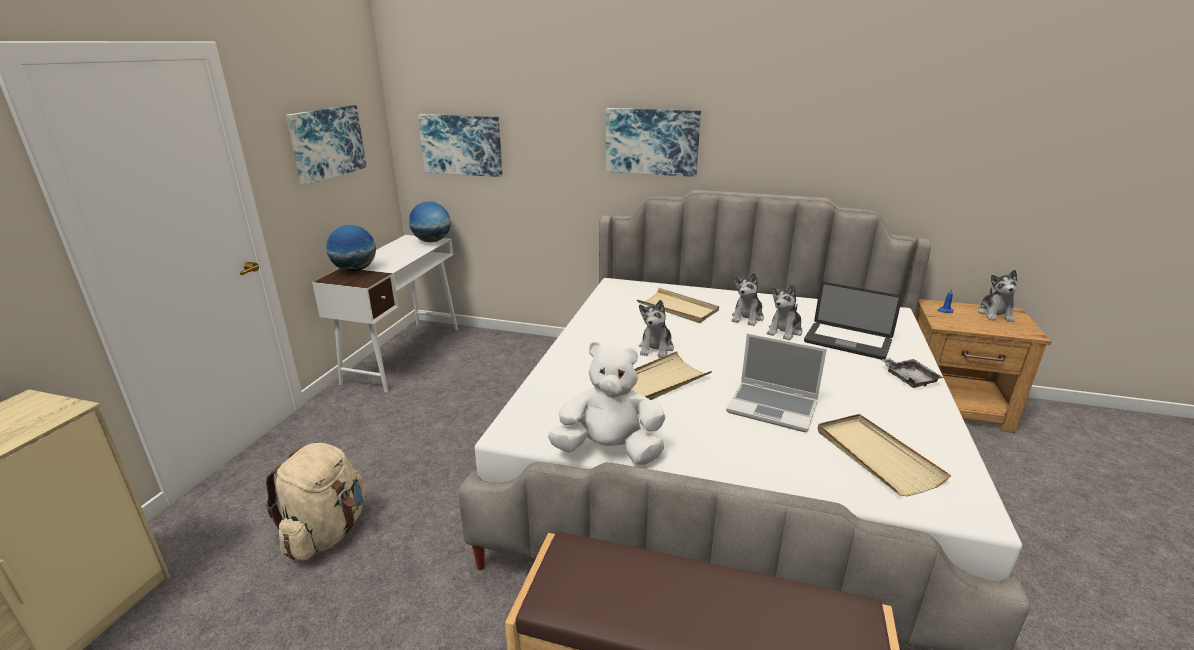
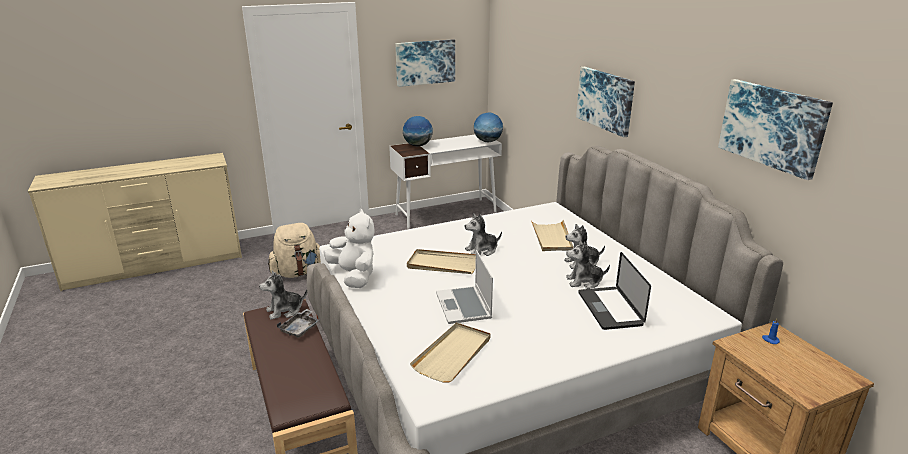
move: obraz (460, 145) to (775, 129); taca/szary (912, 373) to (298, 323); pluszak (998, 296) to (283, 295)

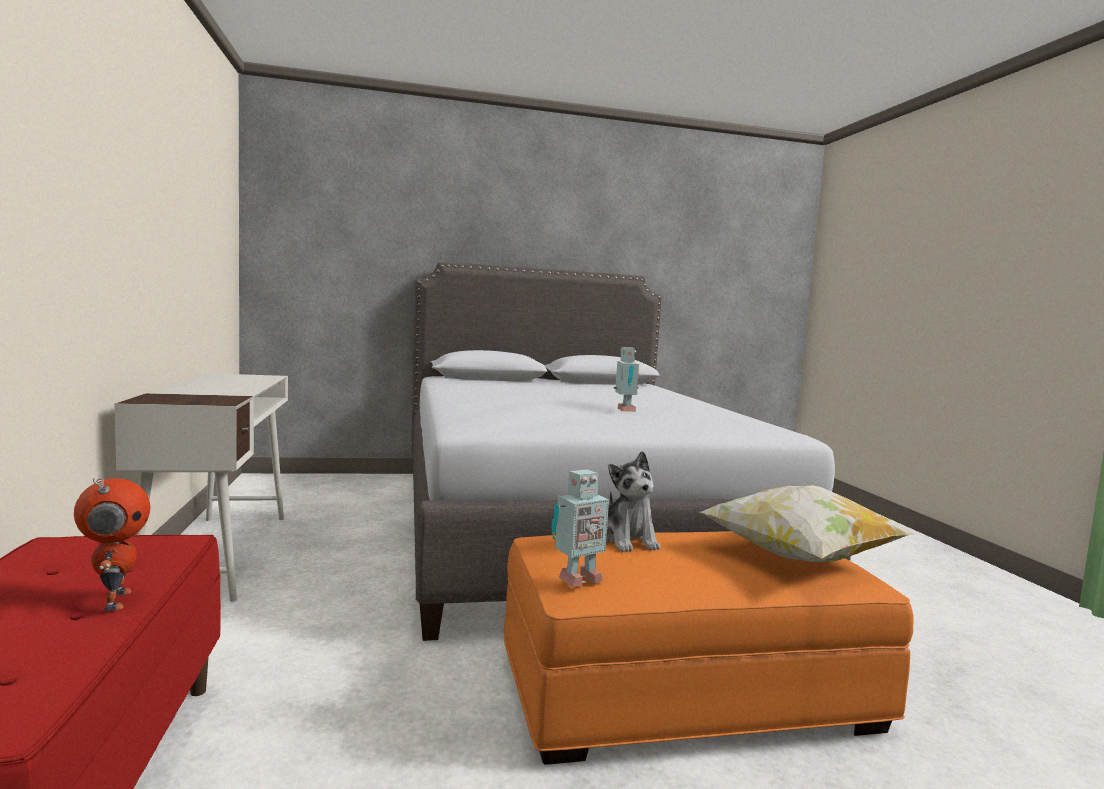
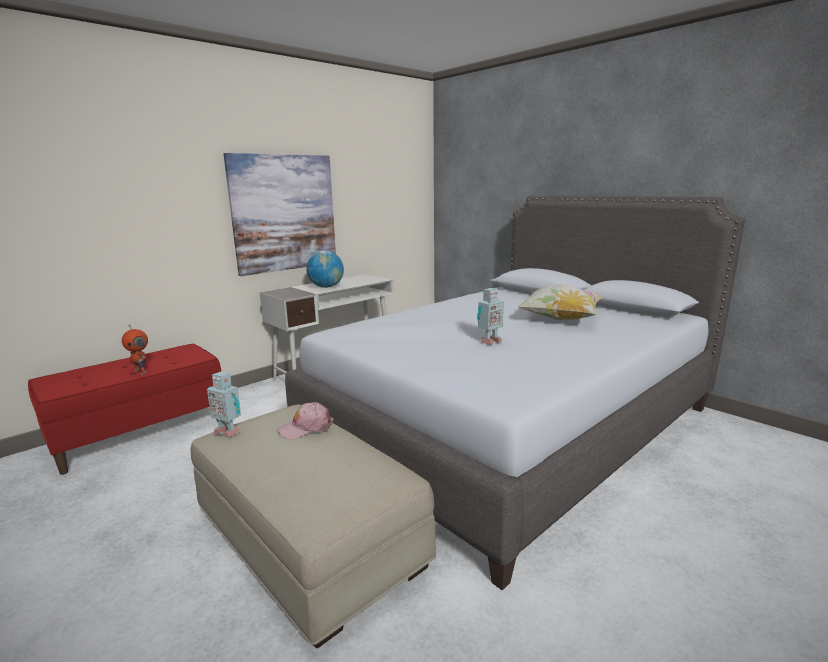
insert: obraz (279, 214); globus (325, 269)
move: poduszka (806, 523) to (560, 302)
replace: pluszak (633, 501) to czapka z daszkiem/różowy (305, 420)
recolor: pufa/pomarańczowy (709, 648) to pufa/beżowy (313, 526)
rotate: robot zabawkowy (112, 544) = (135, 350) 90 degrees clockwise

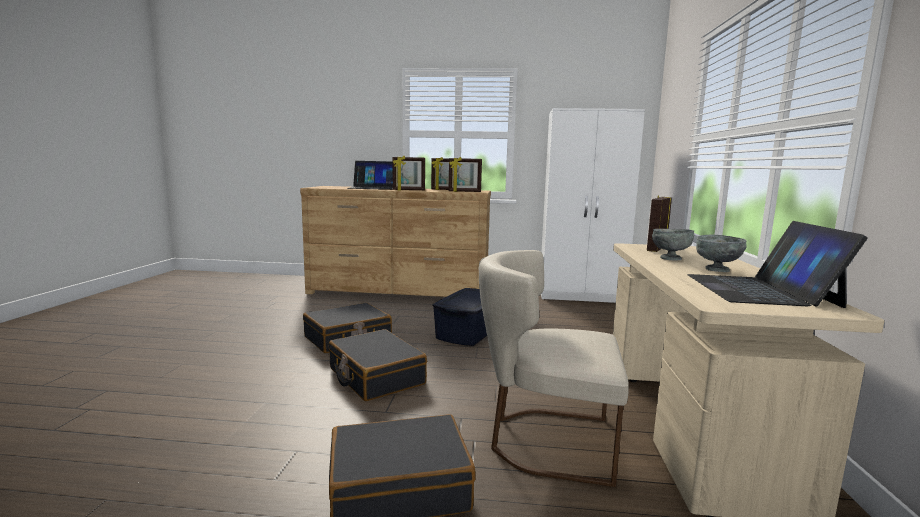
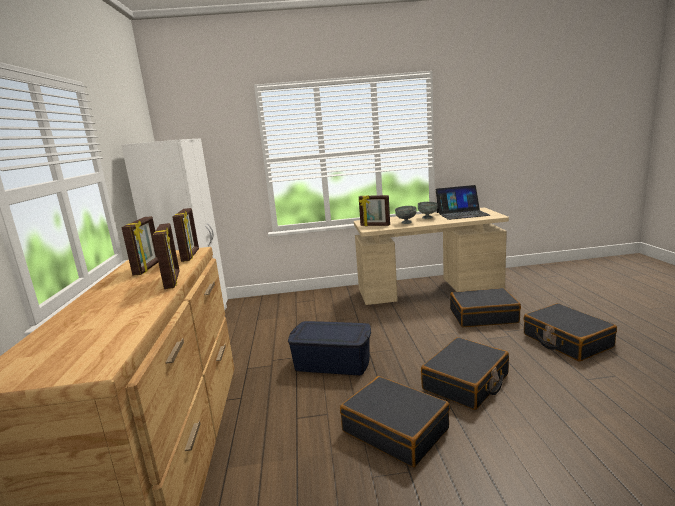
delete: laptop (370, 175)
replace: krzesło/beżowy (554, 368) to walizka/czarny (485, 307)

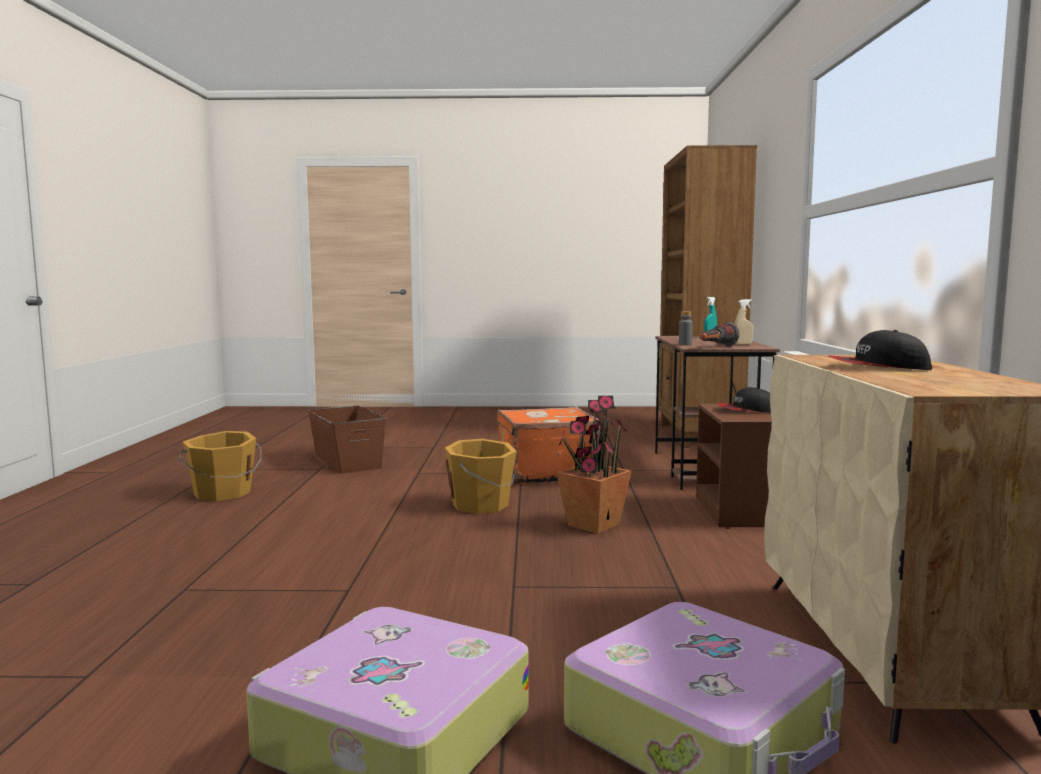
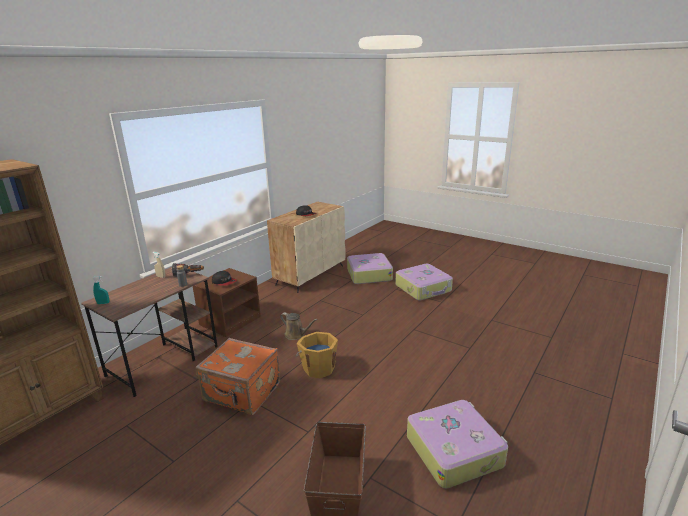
replace: wiadro/pomarańczowy (220, 466) to walizka (457, 444); roślina doniczkowa (594, 465) to konewka/brązowy (299, 326)

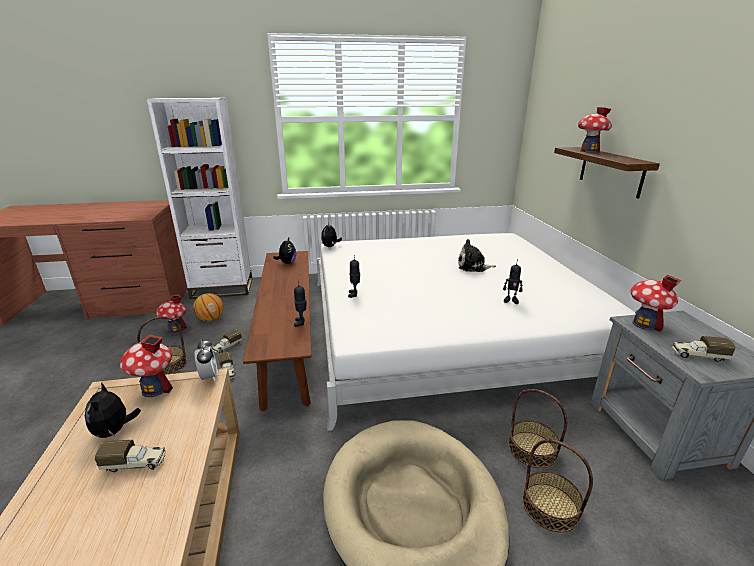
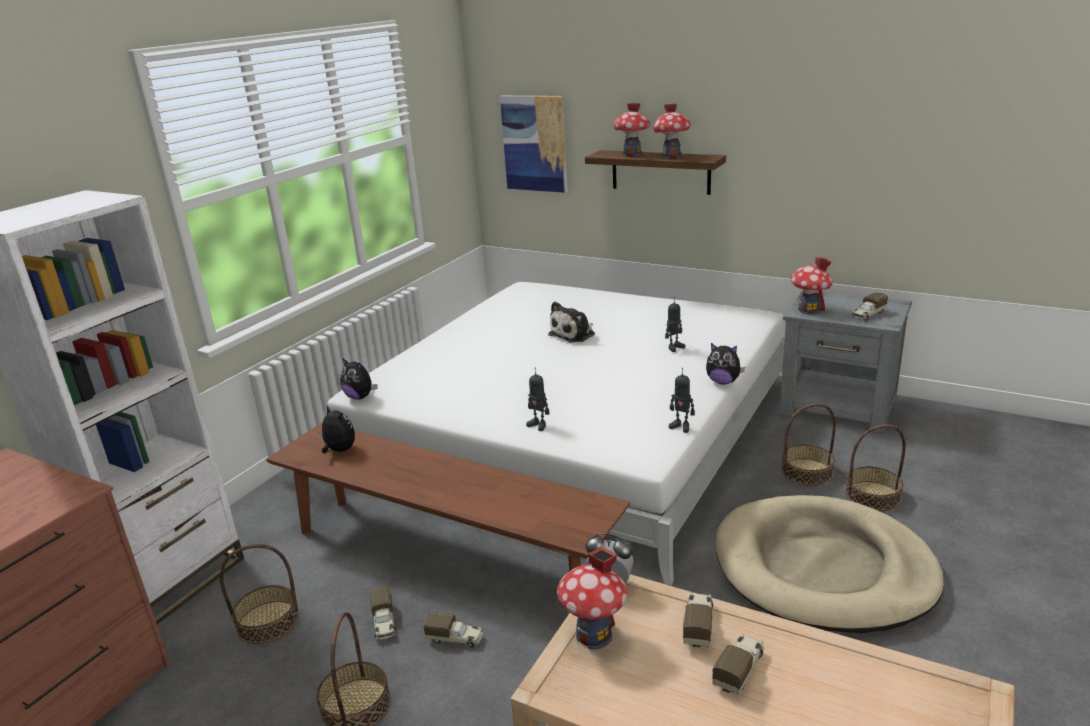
insert: obraz (534, 144); ciężarówka zabawkowa (698, 620)
move: pluszak (113, 410) to (725, 363); domek (171, 314) to (672, 131); robot zabawkowy (300, 304) to (682, 400)
replace: piłka do koszykówki (208, 307) to koszyk (259, 594)

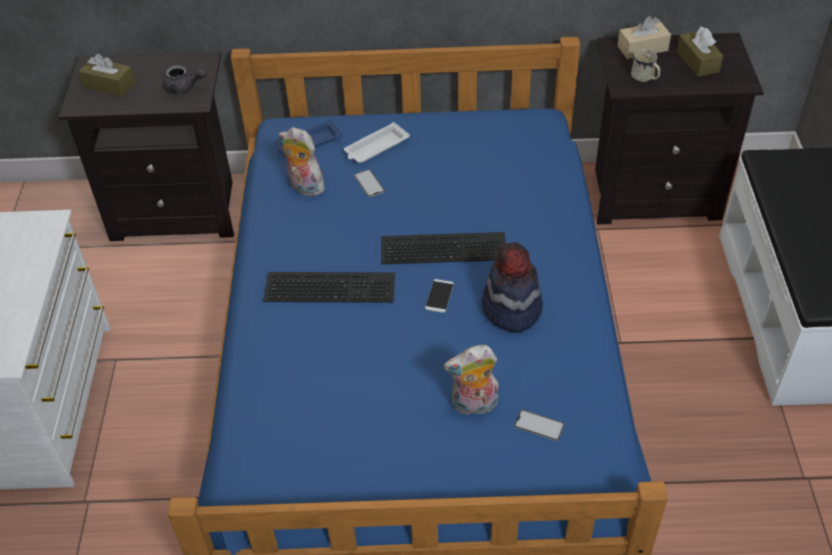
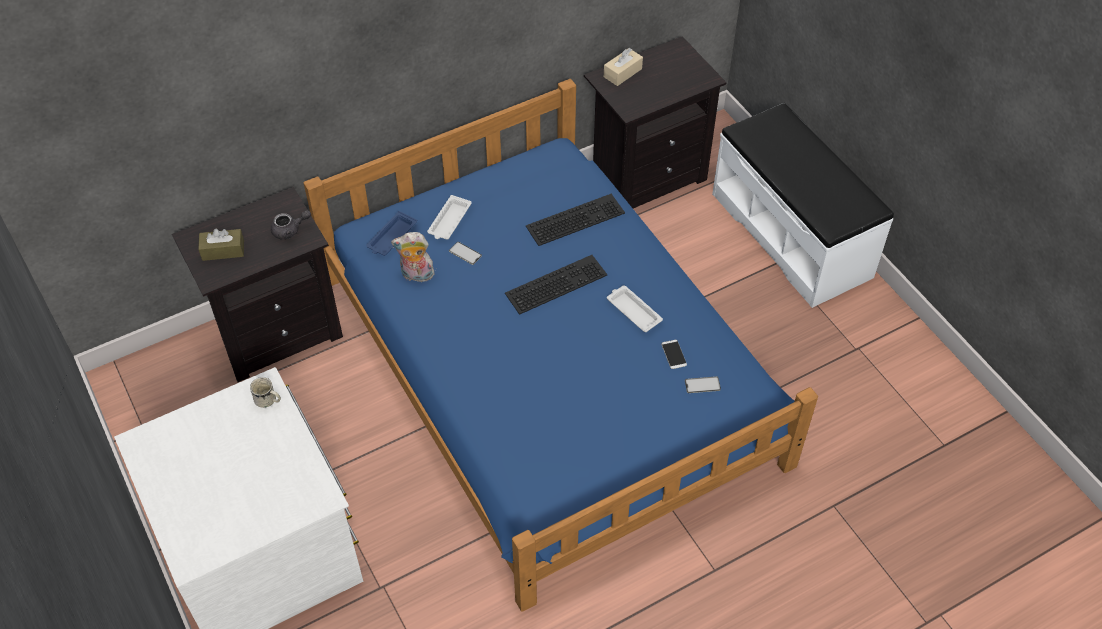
delete: pluszak (471, 380); pudełko chusteczek/brązowy (700, 52)
move: klawiatura (329, 287) to (575, 220); telefon (439, 296) to (674, 354); kubek/biały (645, 65) to (265, 392)
replace: kapelusz (512, 287) to taca/biały (635, 309)

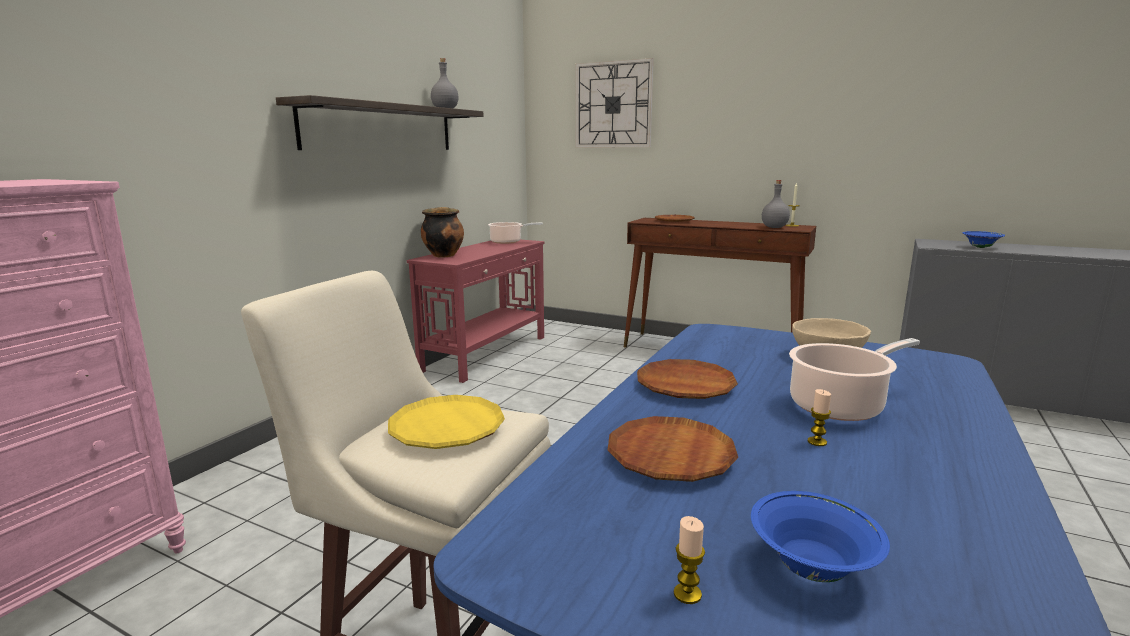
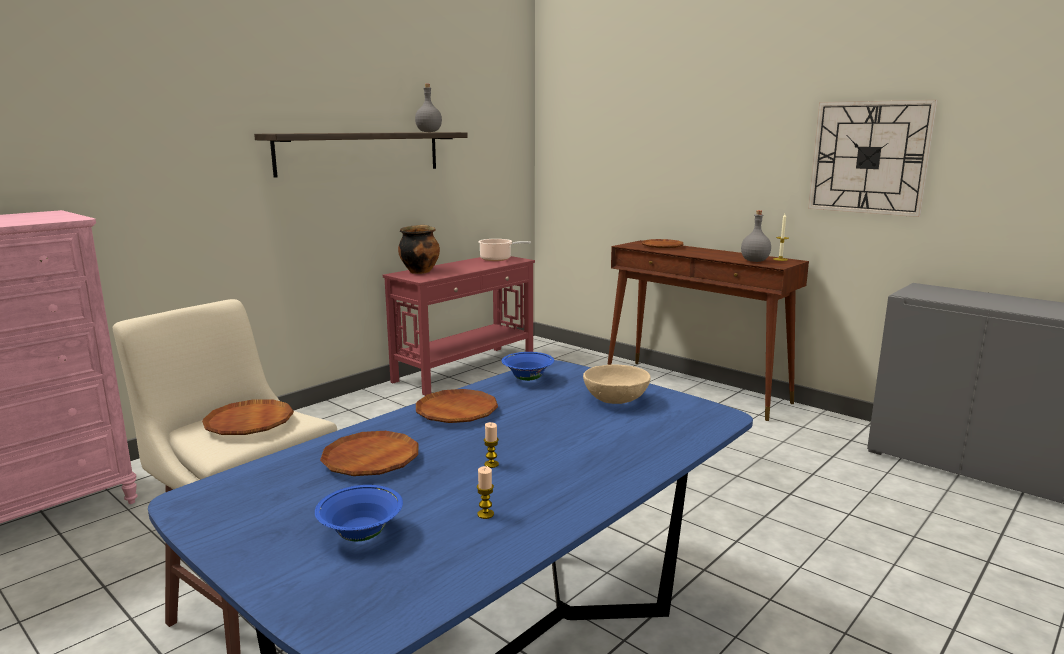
delete: garnek (854, 379)
move: zegar ścienny (615, 103) to (872, 158); świeca (689, 560) to (485, 492); miska/niebieski (983, 239) to (528, 366)
recolor: talerz/żółty (446, 422) to talerz/brązowy (248, 417)

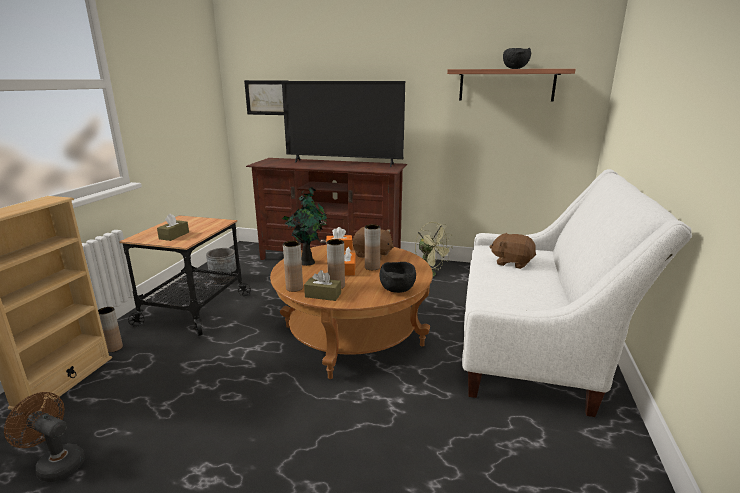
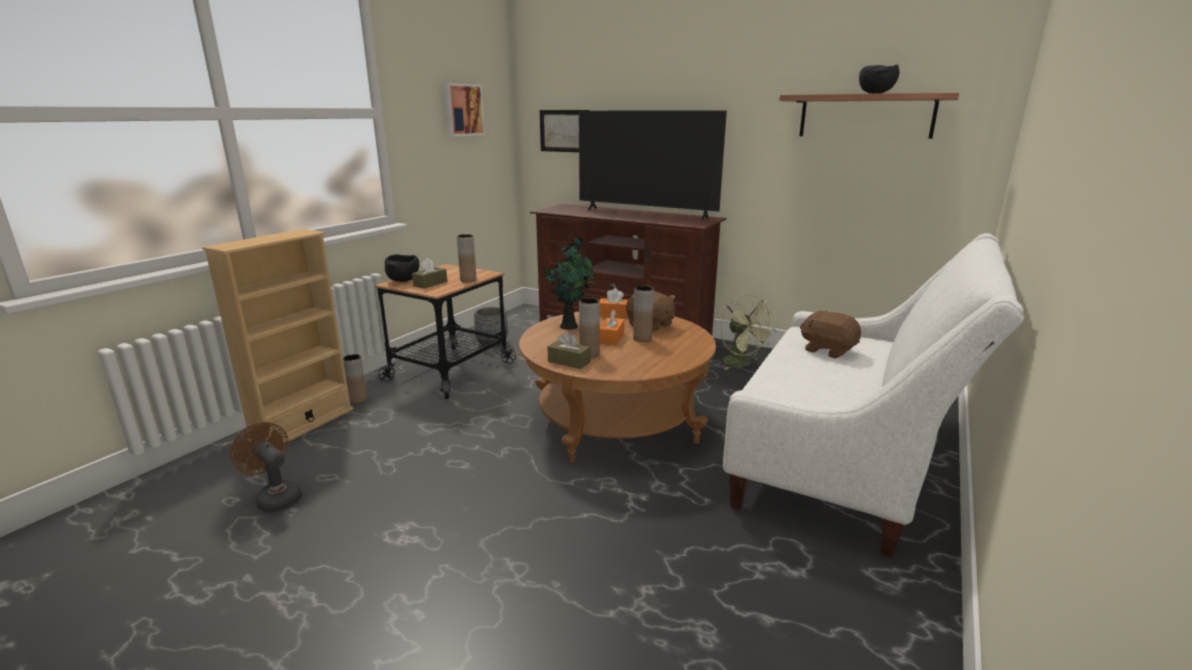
insert: obraz (464, 110)
move: wazon/brązowy (293, 266) to (467, 258); miska/czarny (398, 277) to (402, 268)

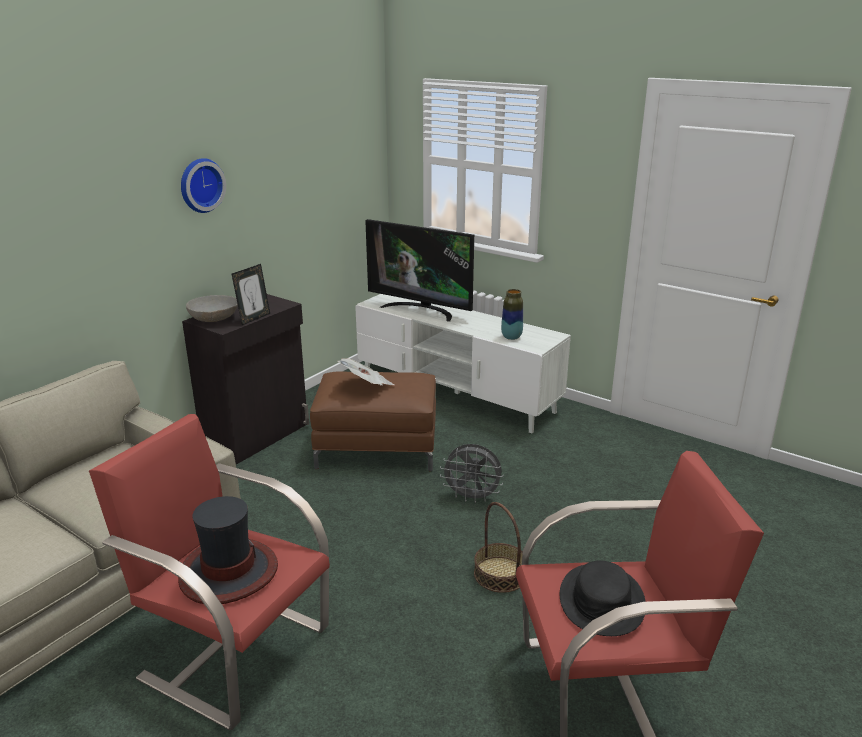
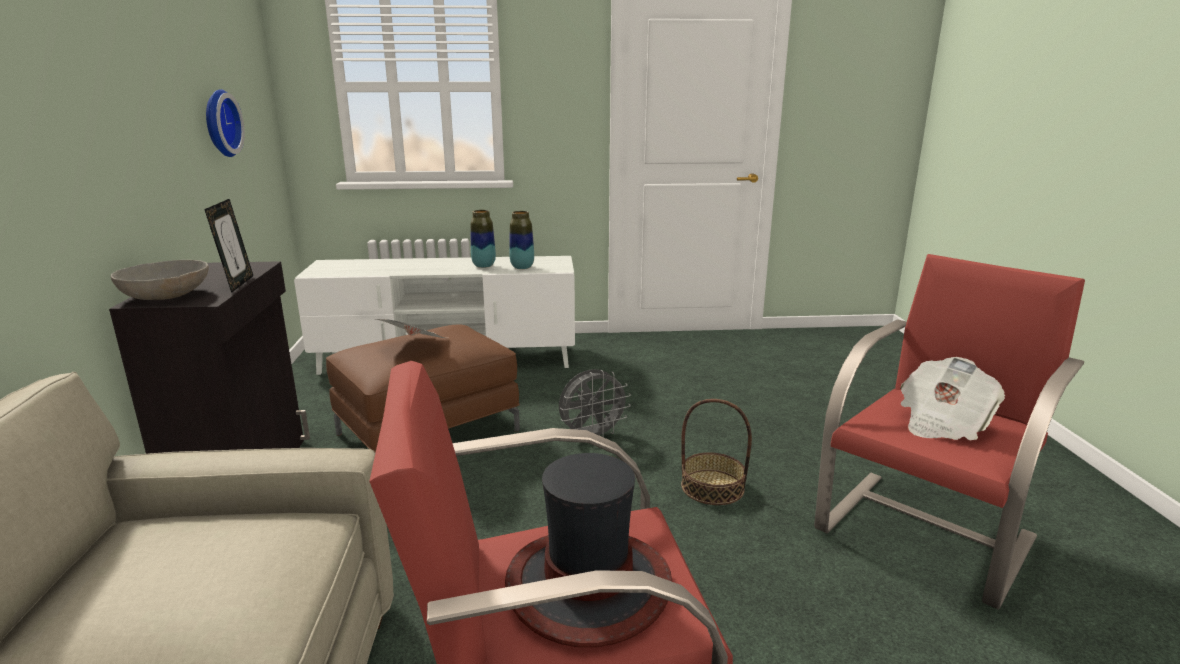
delete: telewizor (419, 270)
insert: wazon (483, 239)
move: zegar ścienny (203, 185) to (225, 123)
replace: kapelusz/czarny (603, 598) to gazeta (952, 398)

